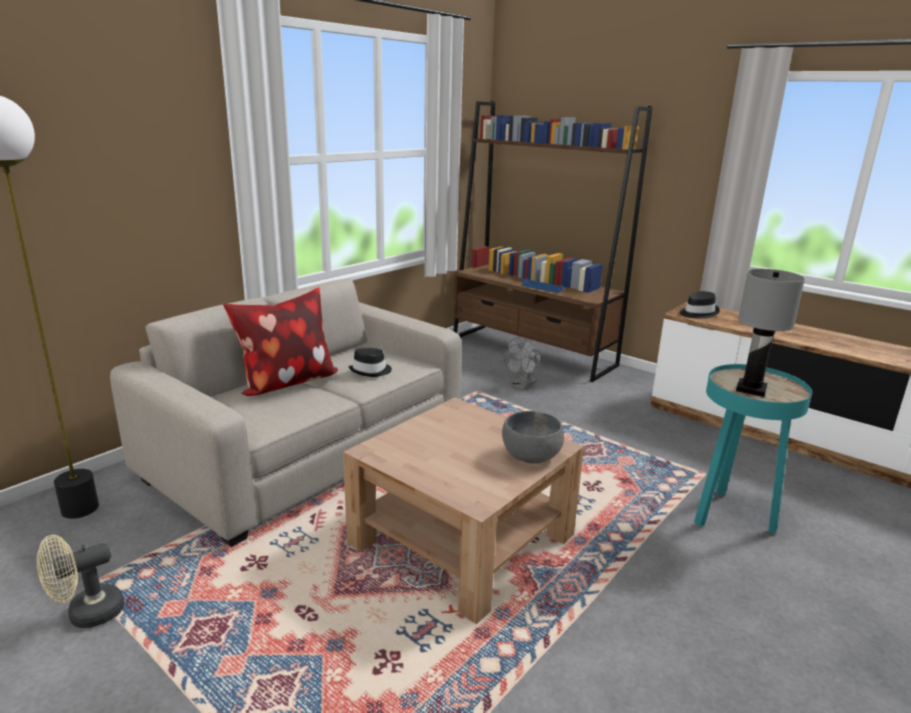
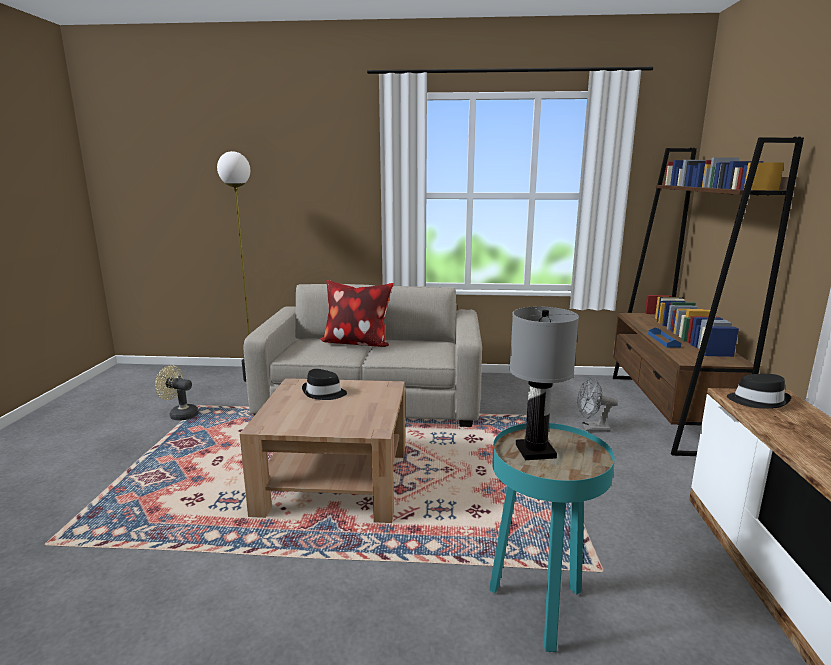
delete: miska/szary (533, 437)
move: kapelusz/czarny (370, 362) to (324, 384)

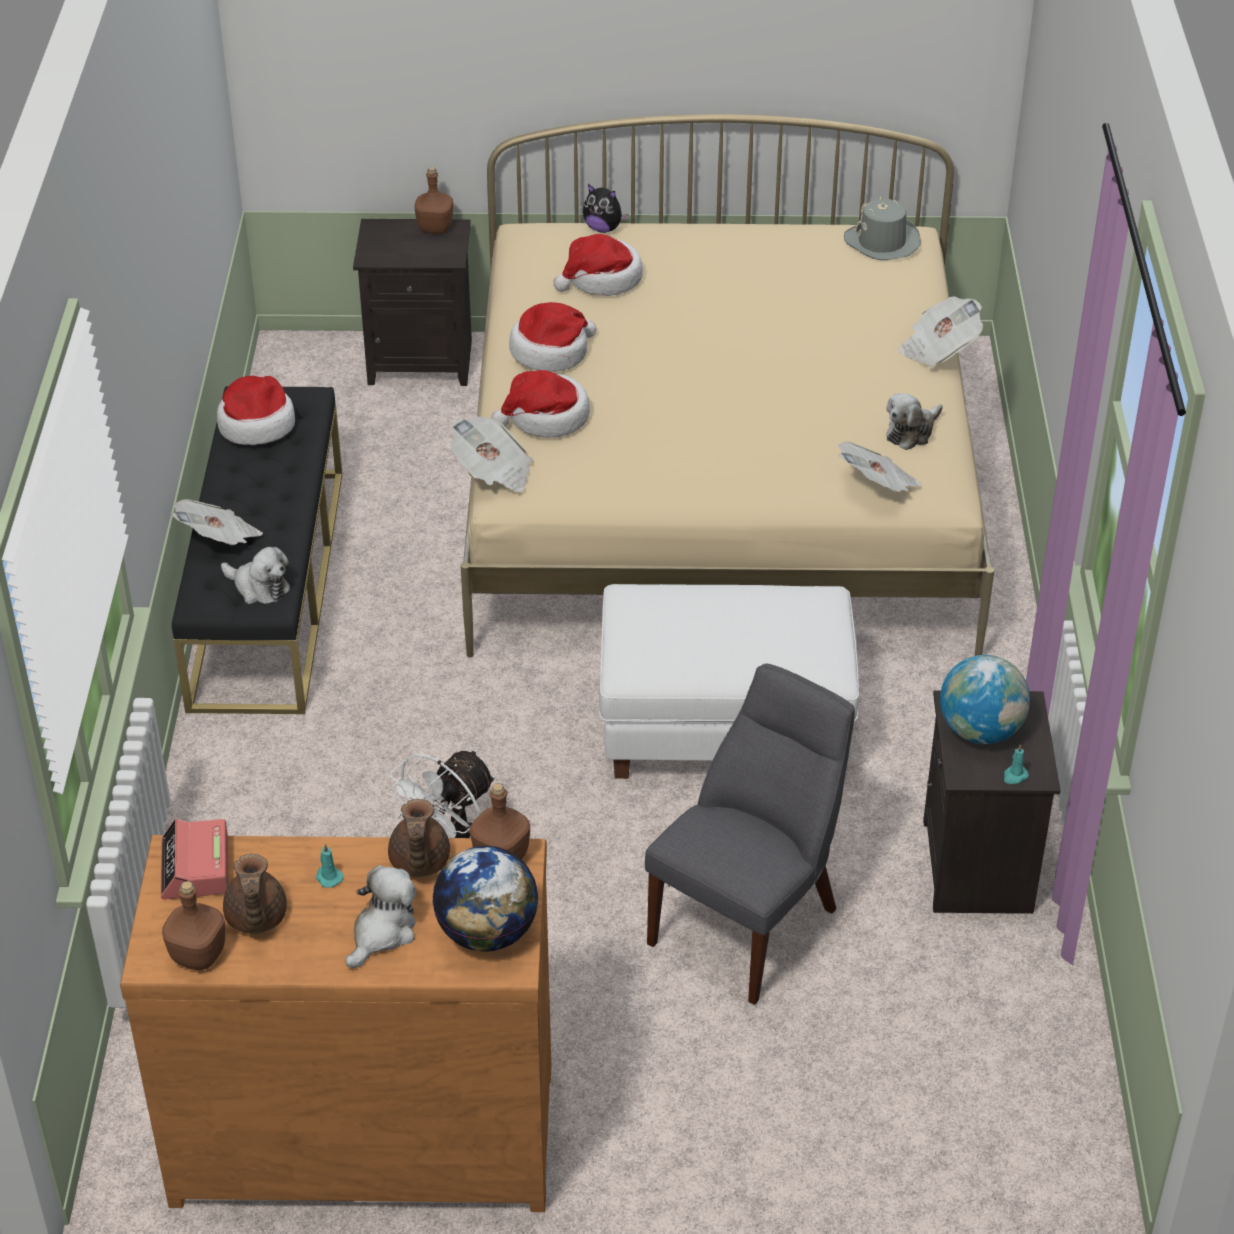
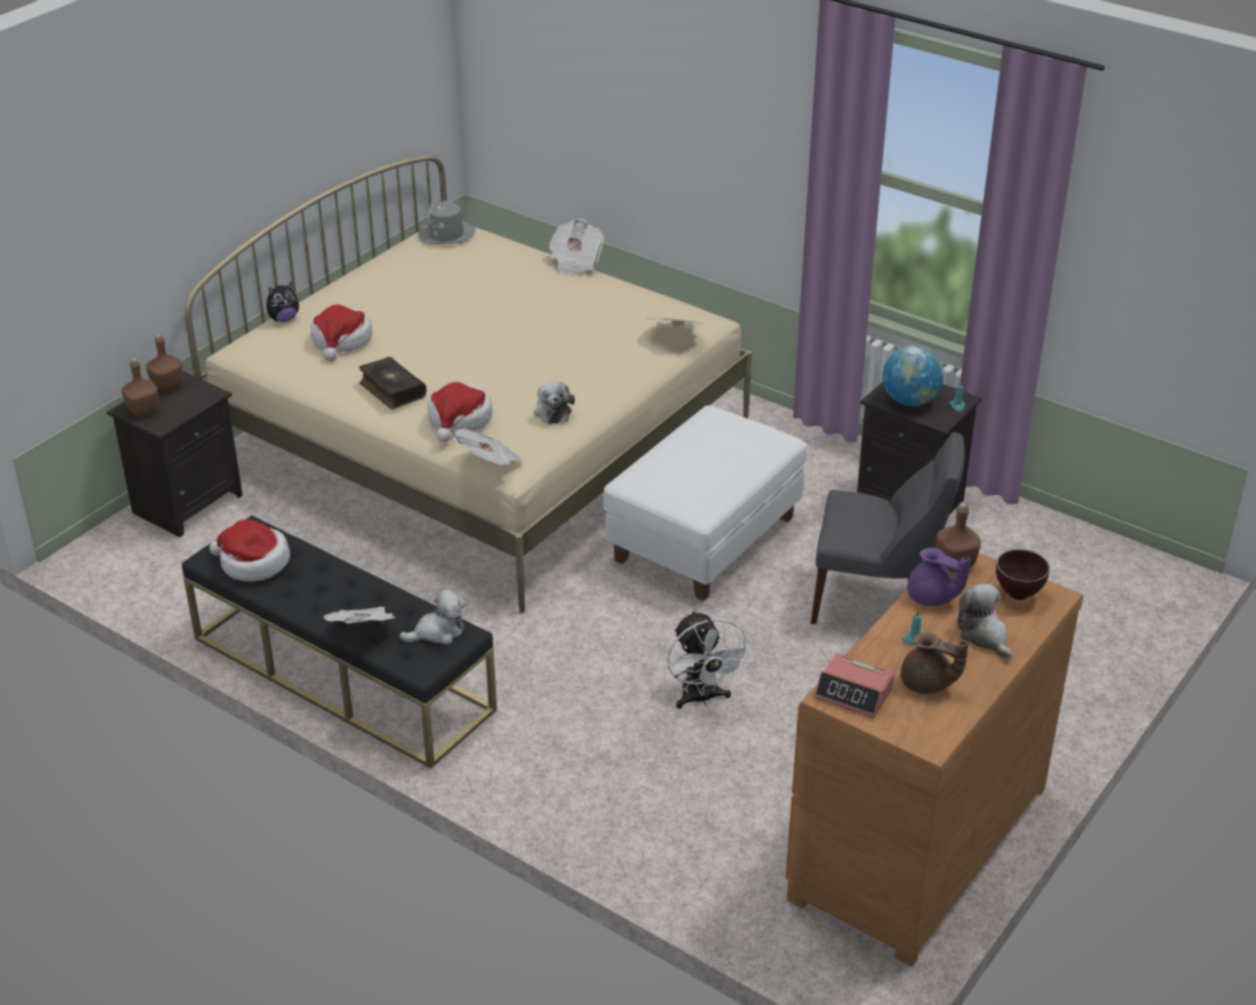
move: butelka/brązowy (193, 925) to (140, 387); pluszak (914, 421) to (554, 402)
replace: globus (485, 898) to miska/brązowy (1023, 574); kapelusz (552, 337) to książka (393, 383)
recolor: imbryk/brązowy (419, 838) to imbryk/fioletowy (938, 577)
rotate: krzesło/szary (750, 834) = (888, 528) 120 degrees clockwise

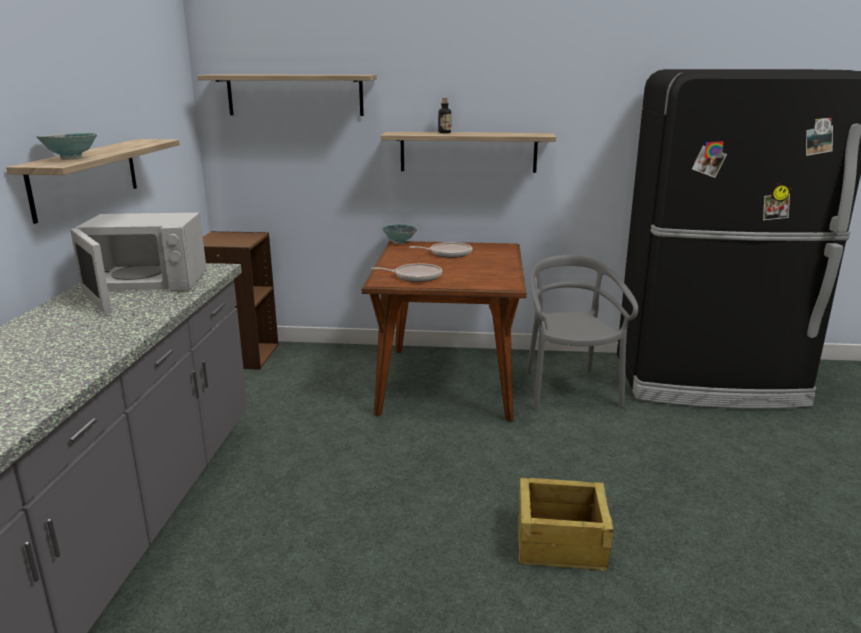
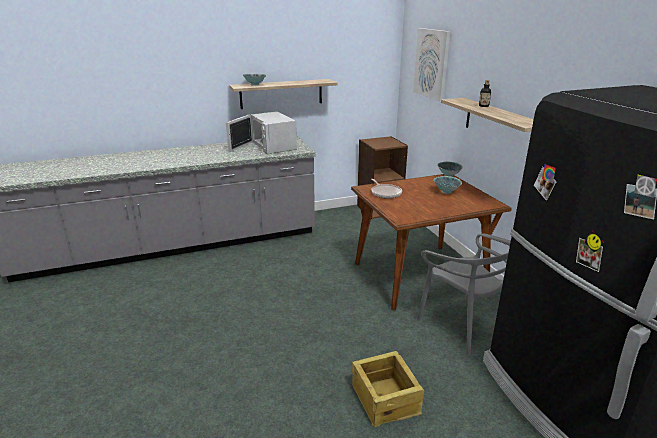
move: skrzynka (566, 524) to (388, 389)
replace: półka (287, 95) to obraz (432, 65); patelnia (440, 250) to miska (448, 185)
rotate: krzesło/szary (582, 332) = (464, 294) 90 degrees clockwise

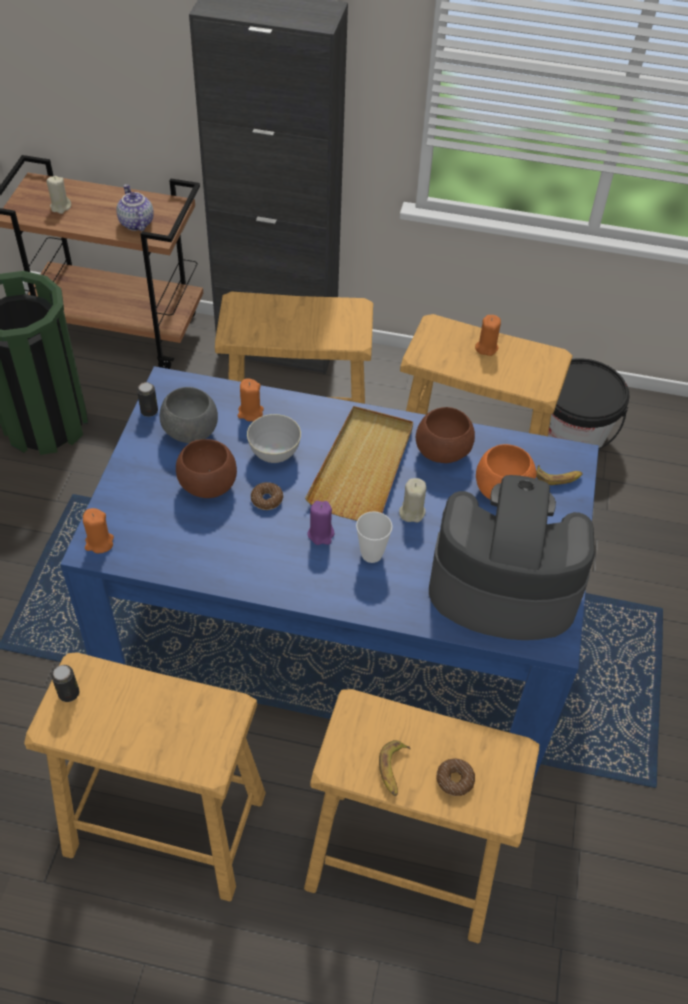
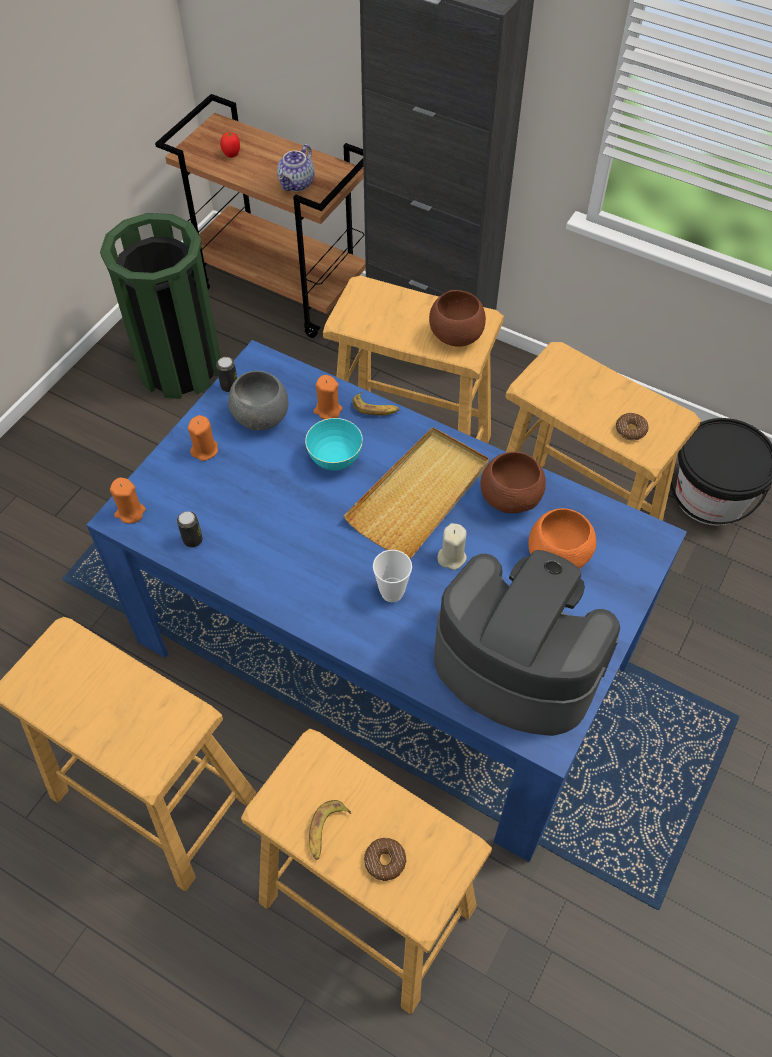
delete: świeca/fioletowy (320, 523)
move: puszka (65, 683) to (190, 529); miska/brązowy (206, 468) to (457, 318); donut (267, 496) to (632, 426); świeca/pomarańczowy (488, 335) to (203, 438); banan (559, 475) to (376, 404)
replace: świeca/beżowy (59, 195) to pomidor (230, 145)
recolor: miska/szary (274, 438) to miska/turkusowy (334, 444)
rotate: imbryk (135, 207) = (296, 168) 150 degrees counterclockwise

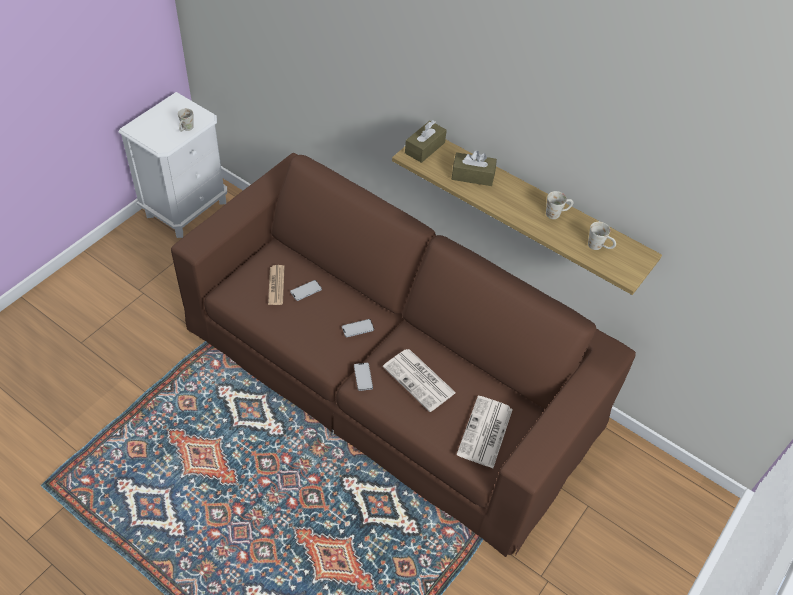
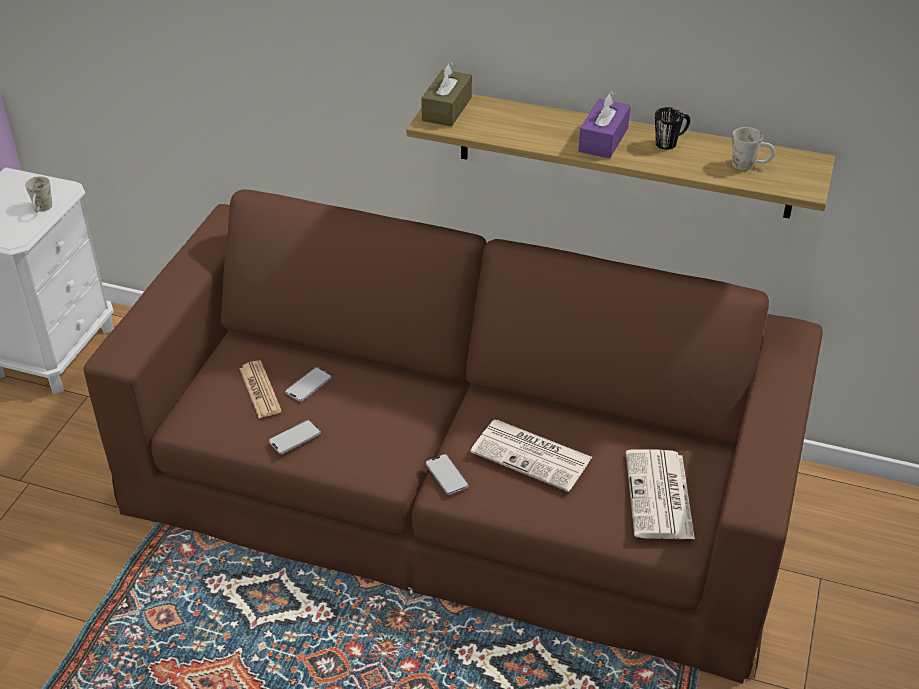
delete: pudełko chusteczek/brązowy (474, 168)
insert: pudełko chusteczek/fioletowy (604, 125)
move: telefon (358, 328) to (295, 437)
recolor: kubek/biały (559, 205) to kubek/czarny (672, 128)

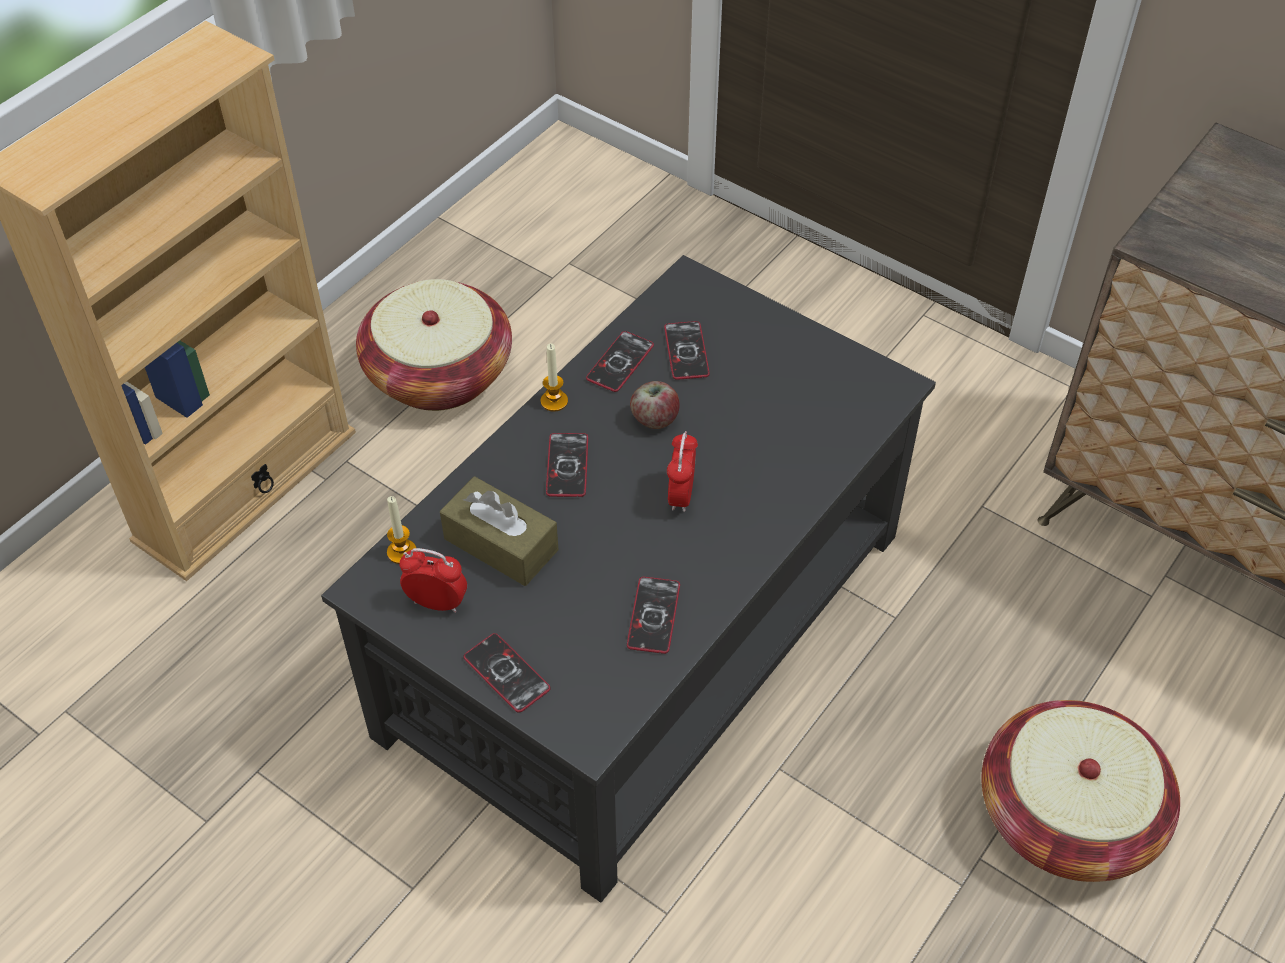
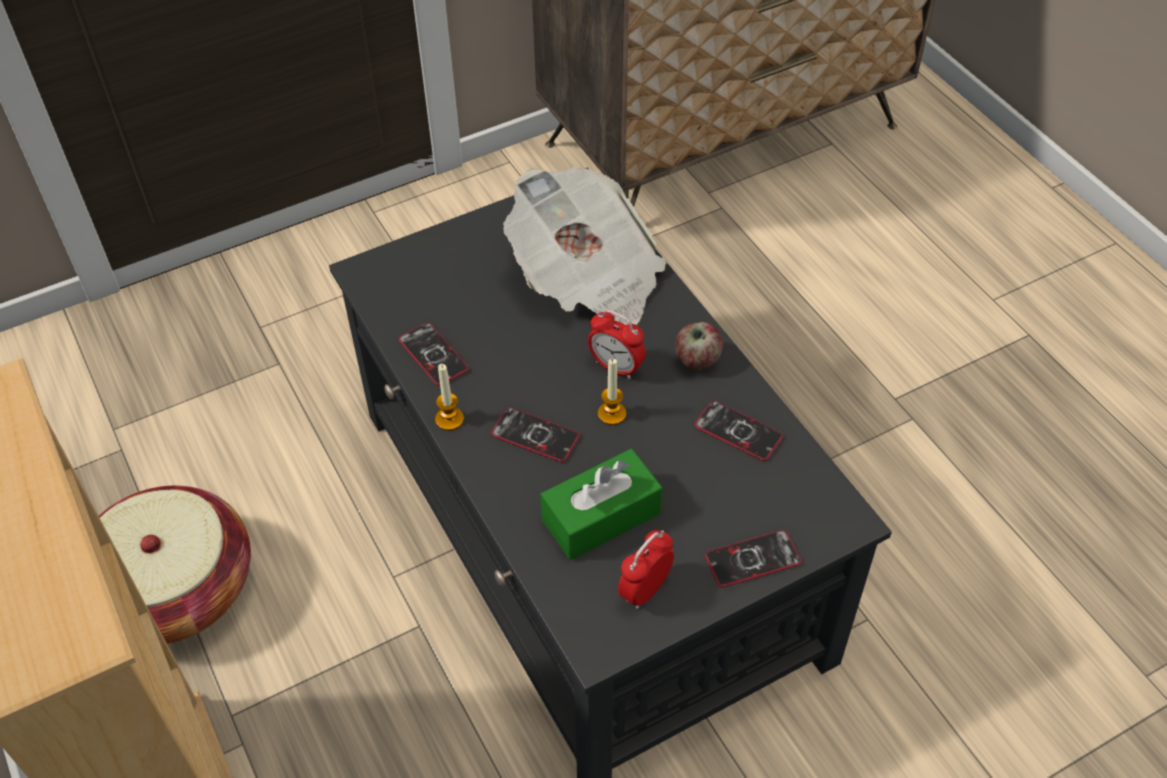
delete: telefon (687, 350); koszyk (1080, 791)
insert: gazeta (584, 246)
move: świeca (401, 530) to (612, 392); jabłko (655, 405) to (699, 346)
recolor: pudełko chusteczek/brązowy (499, 531) to pudełko chusteczek/zielony (601, 504)

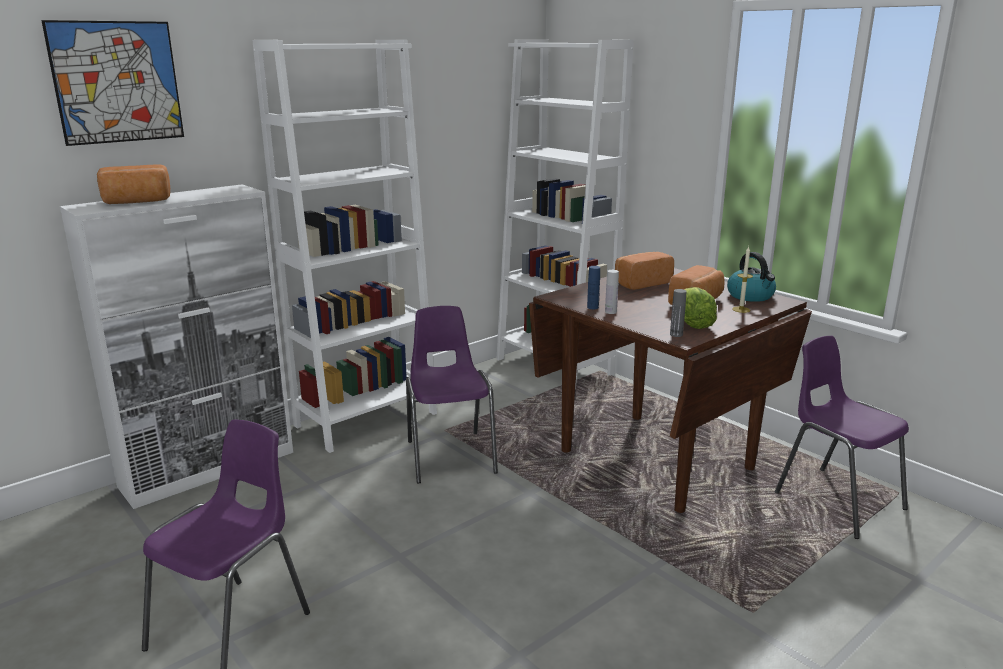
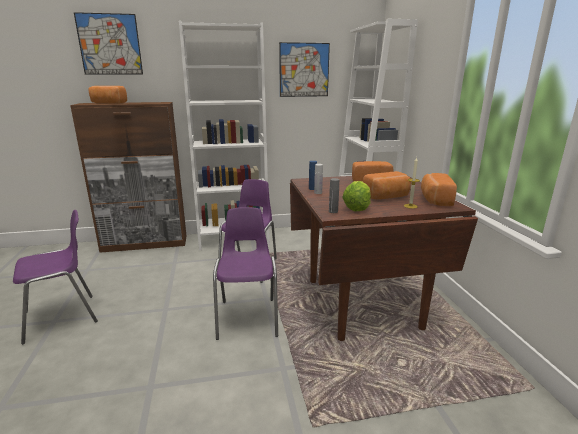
insert: obraz (304, 69)
move: krzesło/fioletowy (842, 437) to (245, 273)
replace: czajnik (751, 277) to chleb (439, 189)
recolor: szafka/biały (176, 347) to szafka/brązowy (128, 177)

